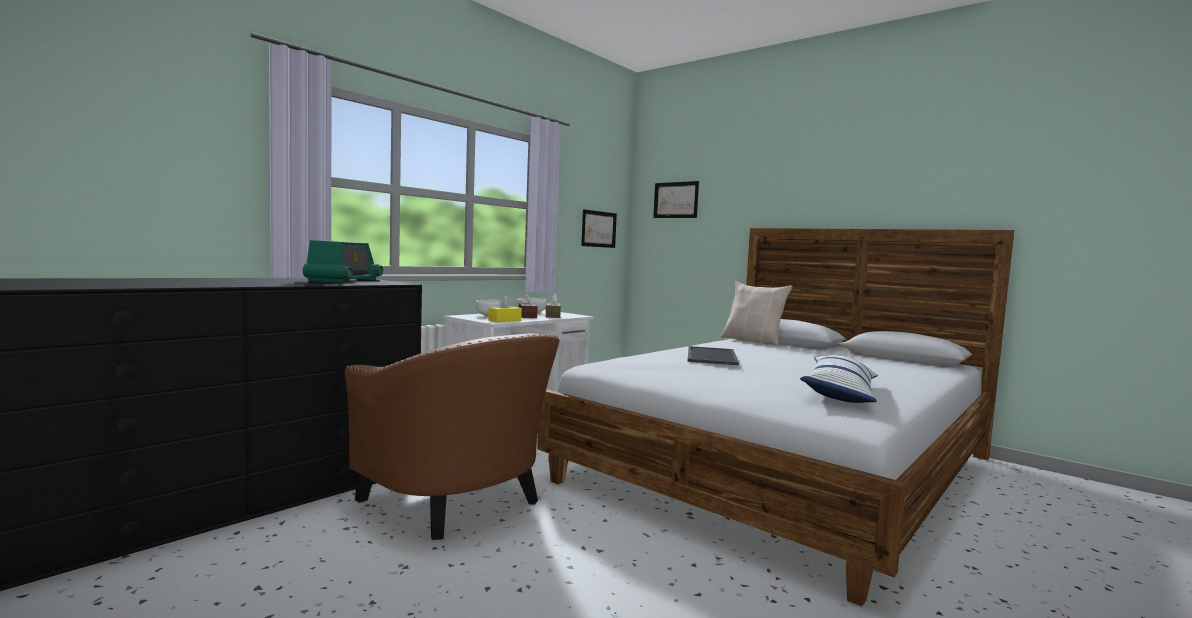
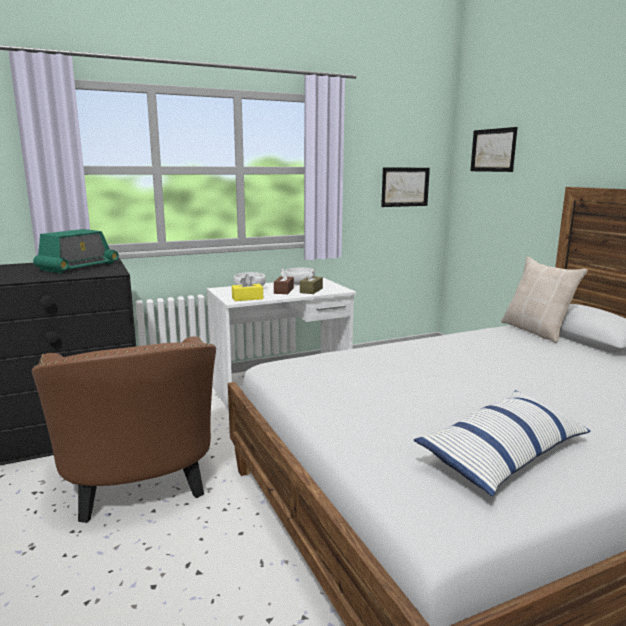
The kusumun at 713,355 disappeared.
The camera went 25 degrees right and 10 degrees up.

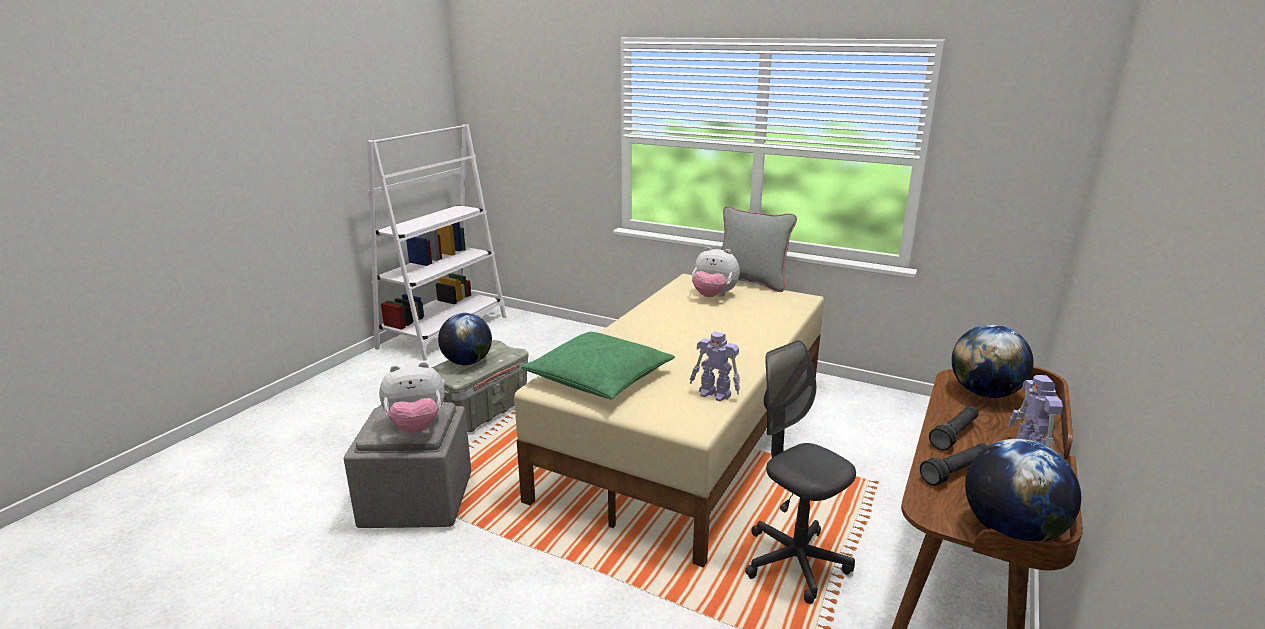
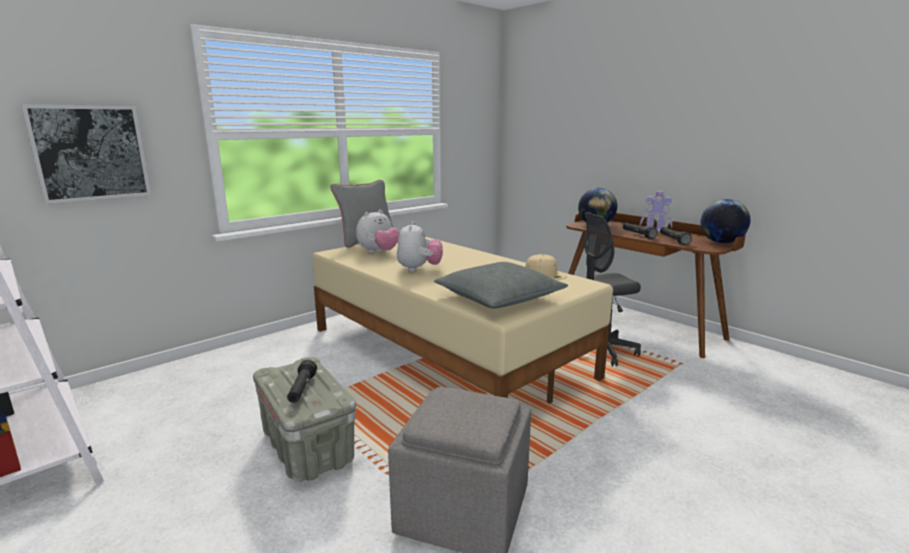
The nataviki at 86,154 appeared.
The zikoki at 465,339 was replaced by the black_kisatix at 302,381.
The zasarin moved from 412,397 to 420,247.
The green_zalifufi at 598,365 became the grey_zalifufi at 501,285.
The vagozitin at 715,366 was replaced by the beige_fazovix at 546,267.
The camera went 70 degrees left and 5 degrees down.

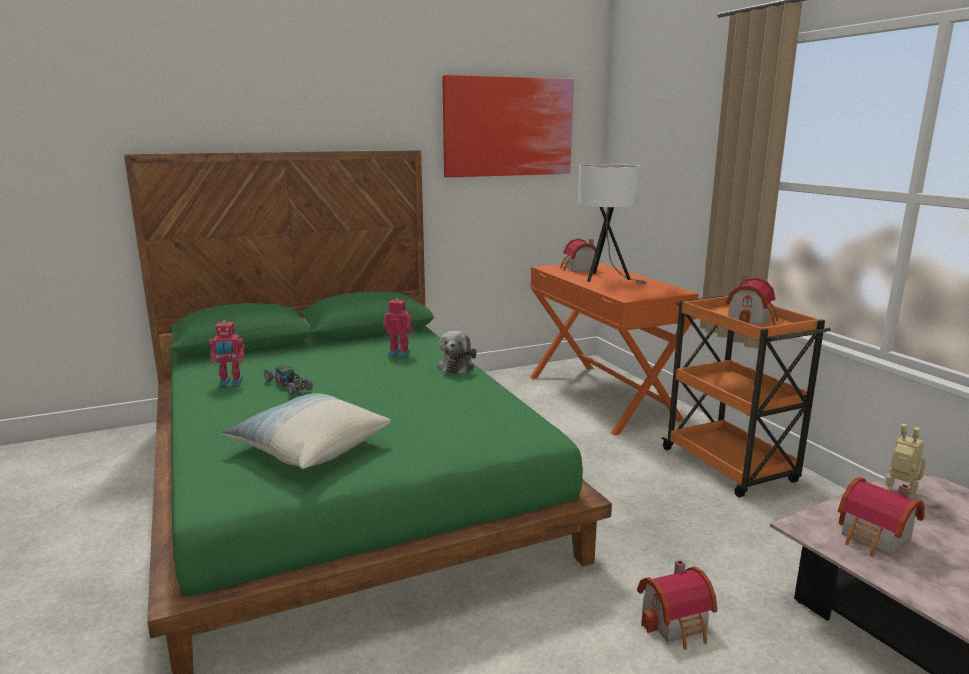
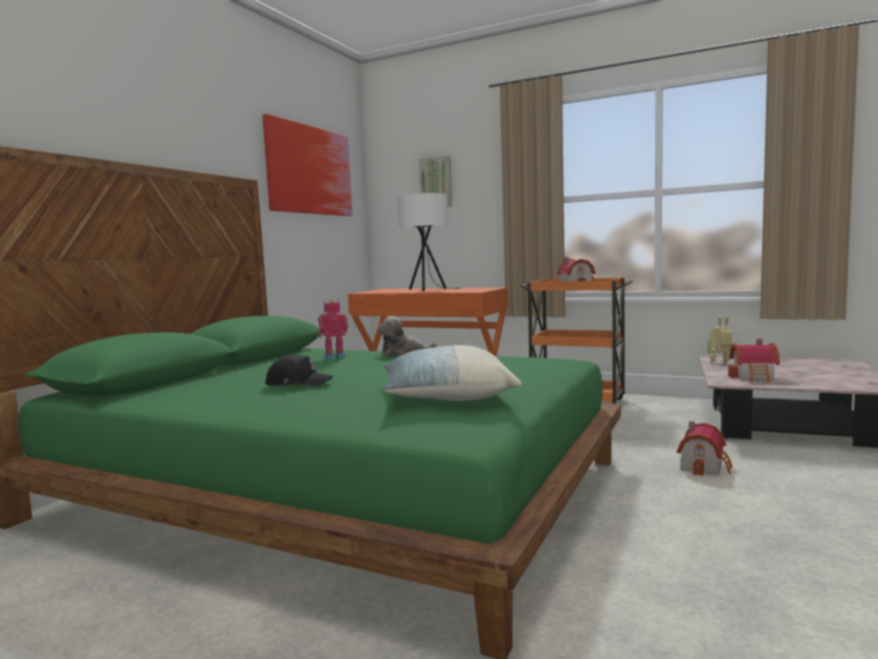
The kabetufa at 288,379 was replaced by the black_fazovix at 299,370.
The zasarin at 456,352 turned 120 degrees clockwise.
The nataviki at 435,181 appeared.
The vagozitin at 227,353 disappeared.
The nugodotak at 578,255 disappeared.
The camera went 40 degrees left and 10 degrees down.

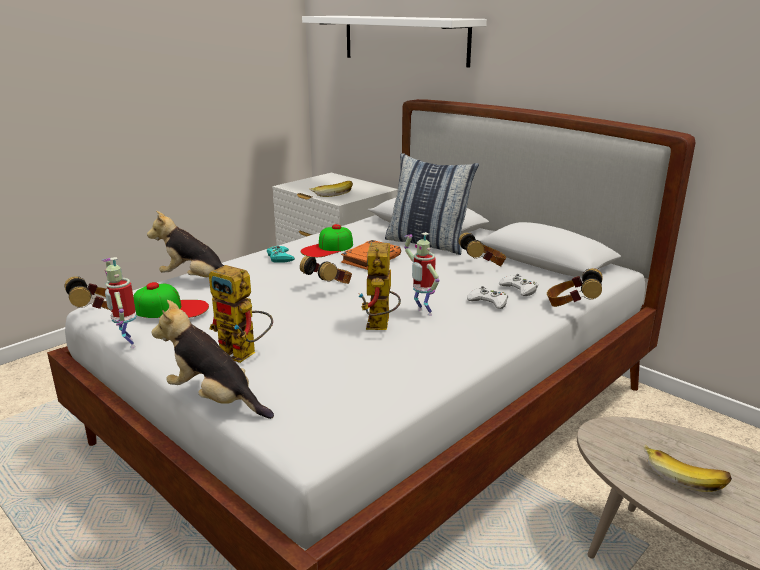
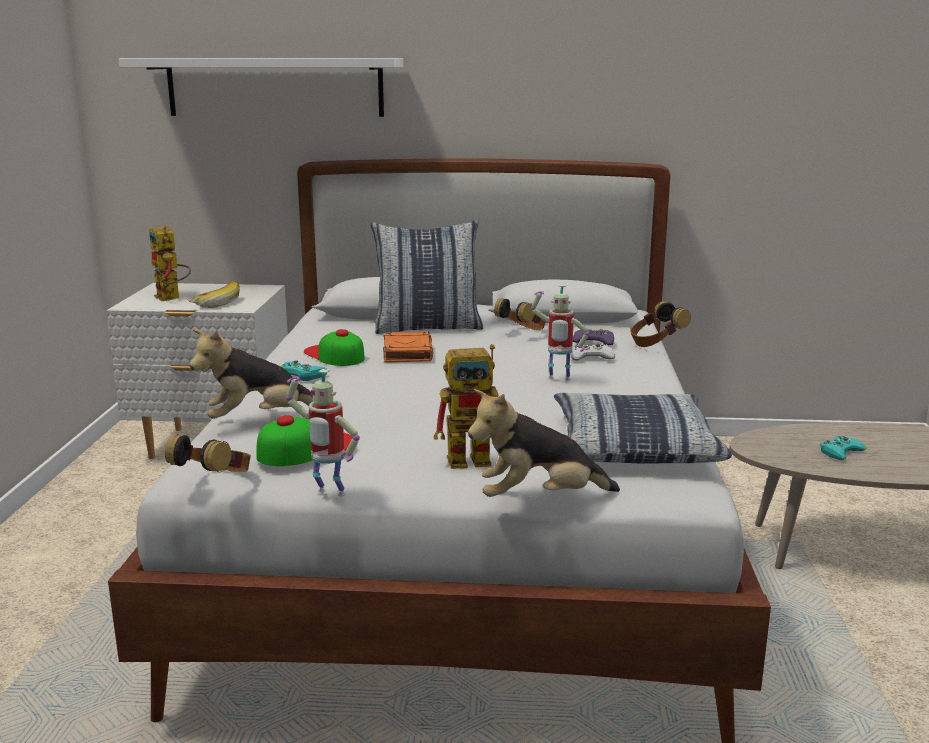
The vagozitin moved from 379,286 to 170,263.
The fazovix at 327,240 turned 135 degrees clockwise.
The zalifufi at 643,428 appeared.
The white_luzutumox at 518,285 became the purple_luzutumox at 593,337.
The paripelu at 687,468 was replaced by the turquoise_luzutumox at 843,448.
The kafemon at 326,270 disappeared.
The camera went 40 degrees left and 5 degrees down.

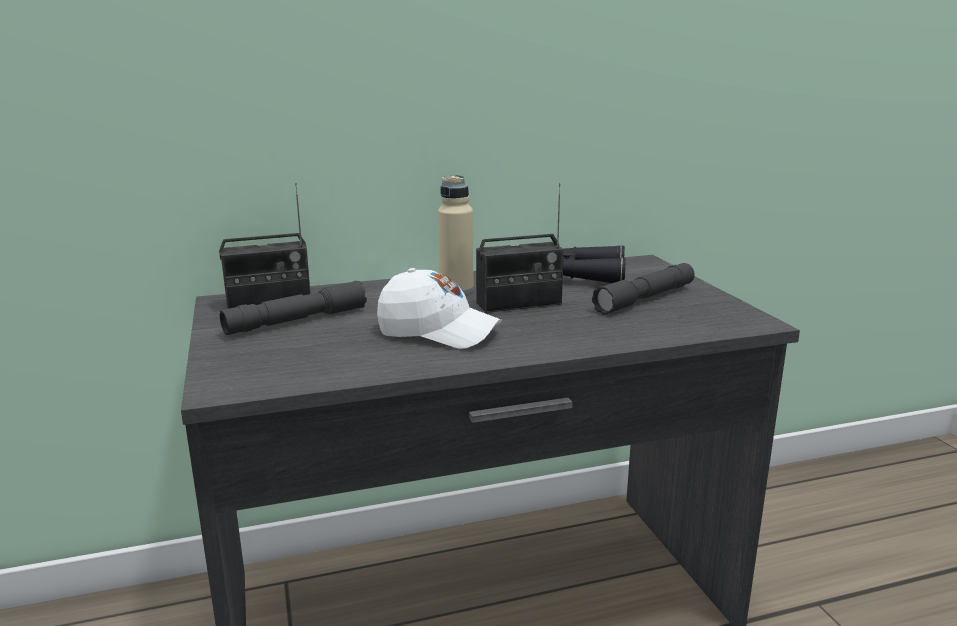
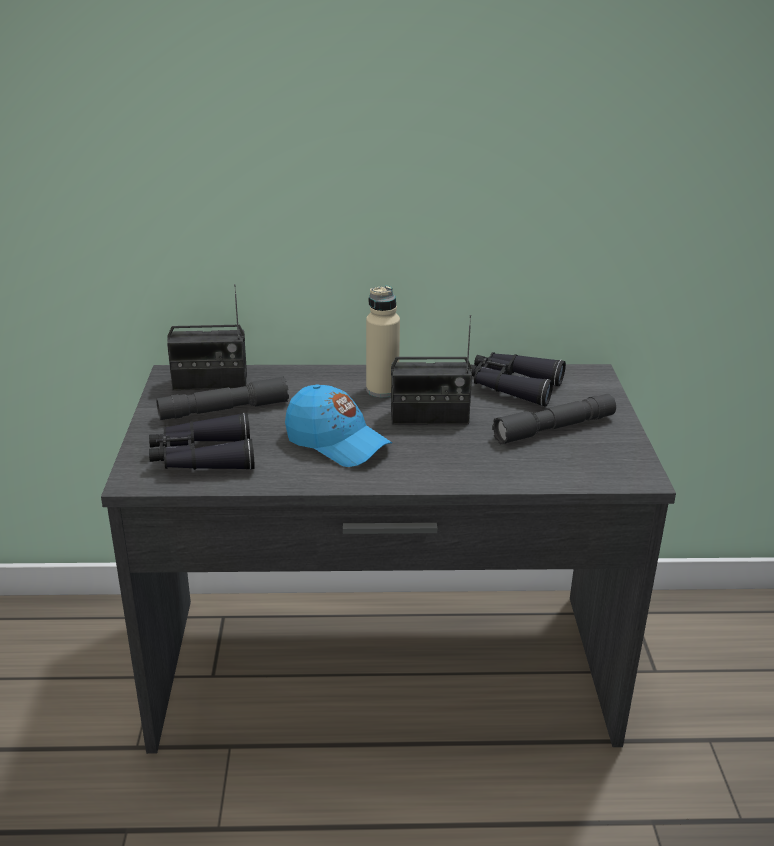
The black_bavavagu at 201,441 appeared.
The white_fazovix at 439,308 became the blue_fazovix at 338,425.
The camera went 15 degrees right and 10 degrees up.

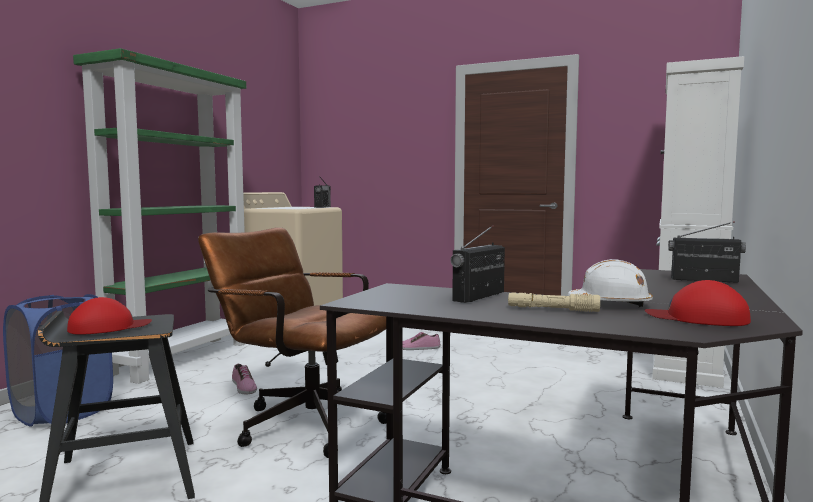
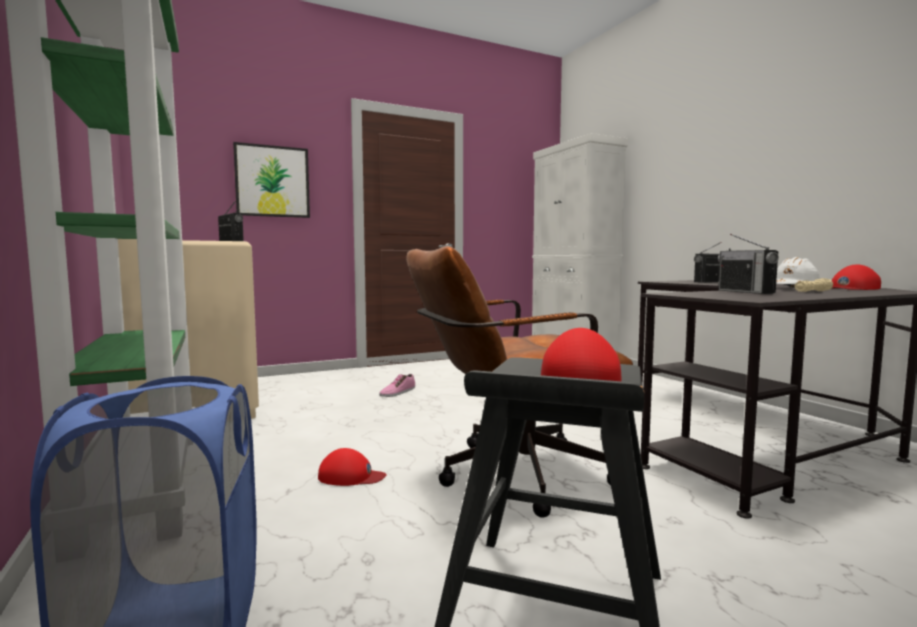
The nataviki at 271,180 appeared.
The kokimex at 244,379 was replaced by the red_fazovix at 352,467.
The camera went 50 degrees left and 0 degrees up.

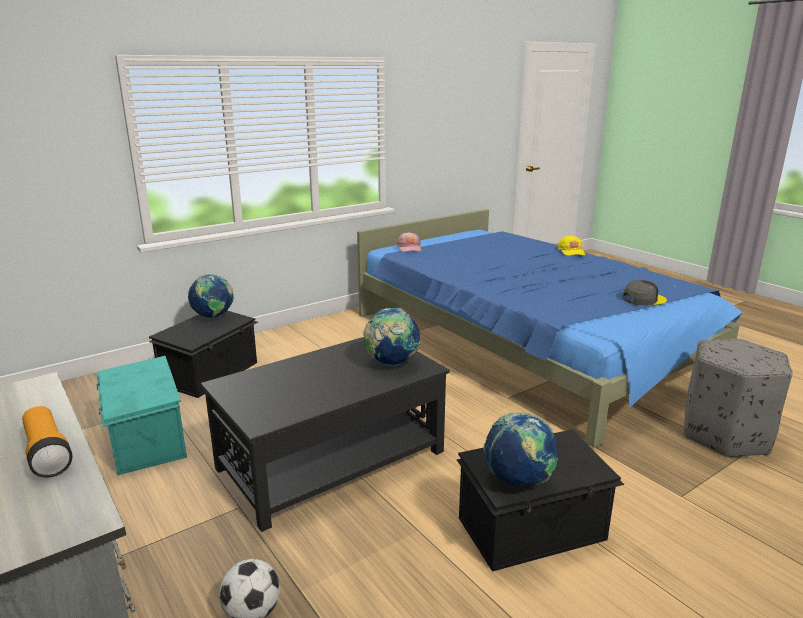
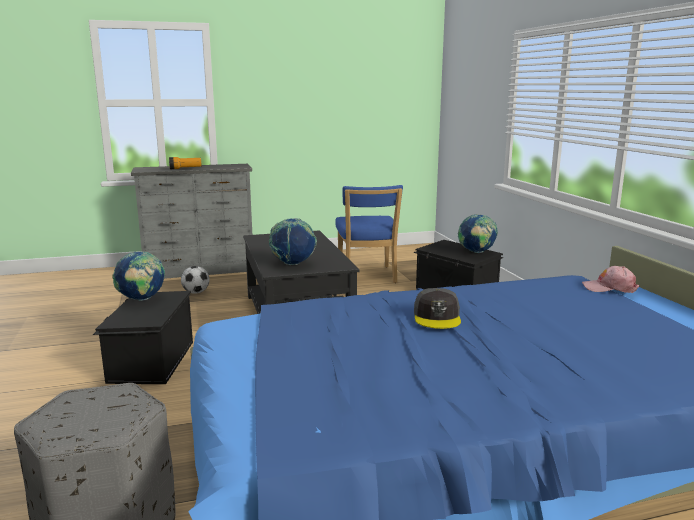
The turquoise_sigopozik at 141,415 was replaced by the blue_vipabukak at 369,234.
The grey_fazovix moved from 644,293 to 437,308.
The yellow_fazovix at 571,245 disappeared.
The camera went 110 degrees right and 5 degrees down.

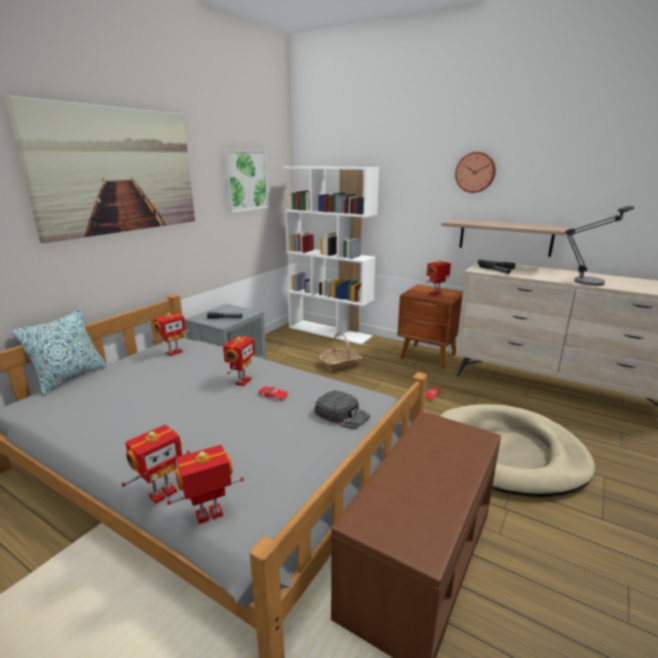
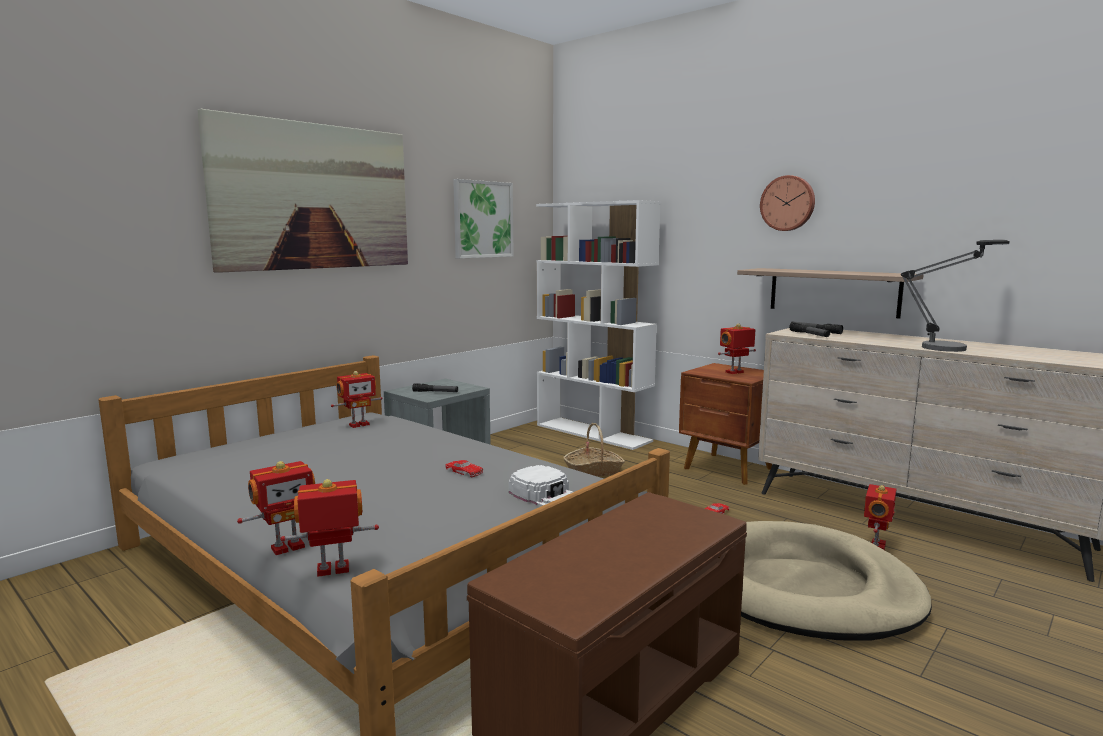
The black_fazovix at 342,409 became the white_fazovix at 541,486.
The vagozitin moved from 239,361 to 880,517.
The zalifufi at 59,352 disappeared.
The camera went 10 degrees right and 10 degrees down.

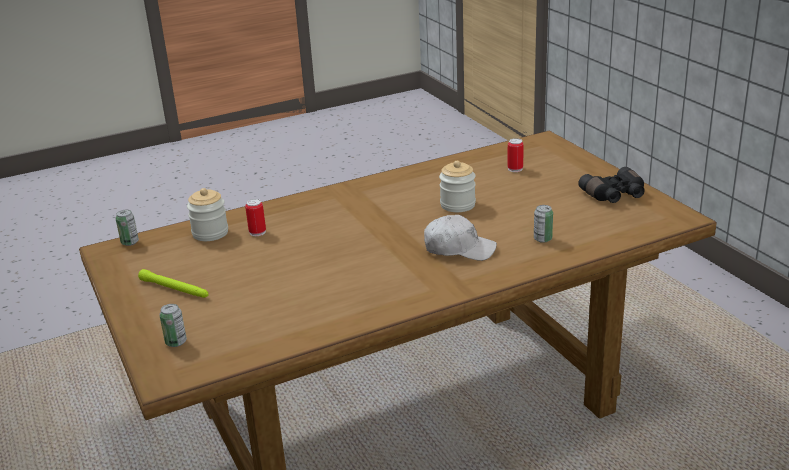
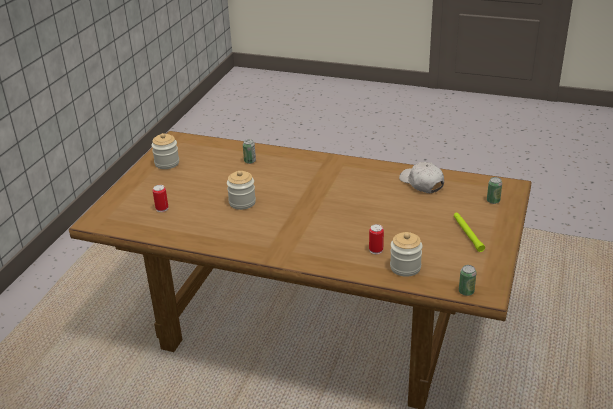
The black_bavavagu at 611,185 was replaced by the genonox at 165,151.
The white_fazovix moved from 460,238 to 421,177.
The camera went 135 degrees left and 5 degrees up.

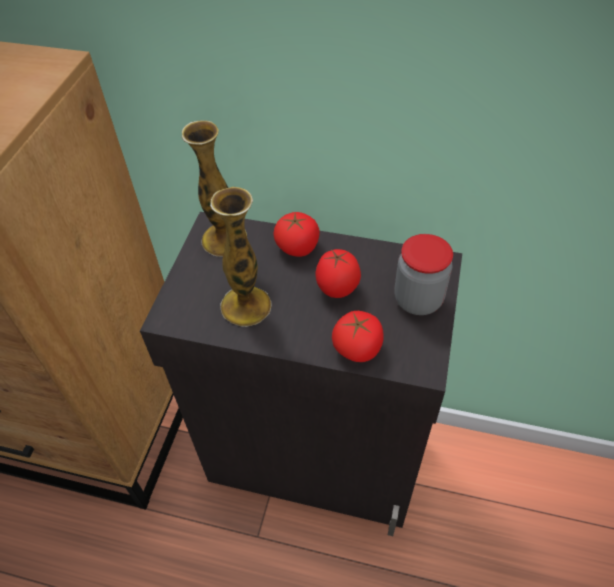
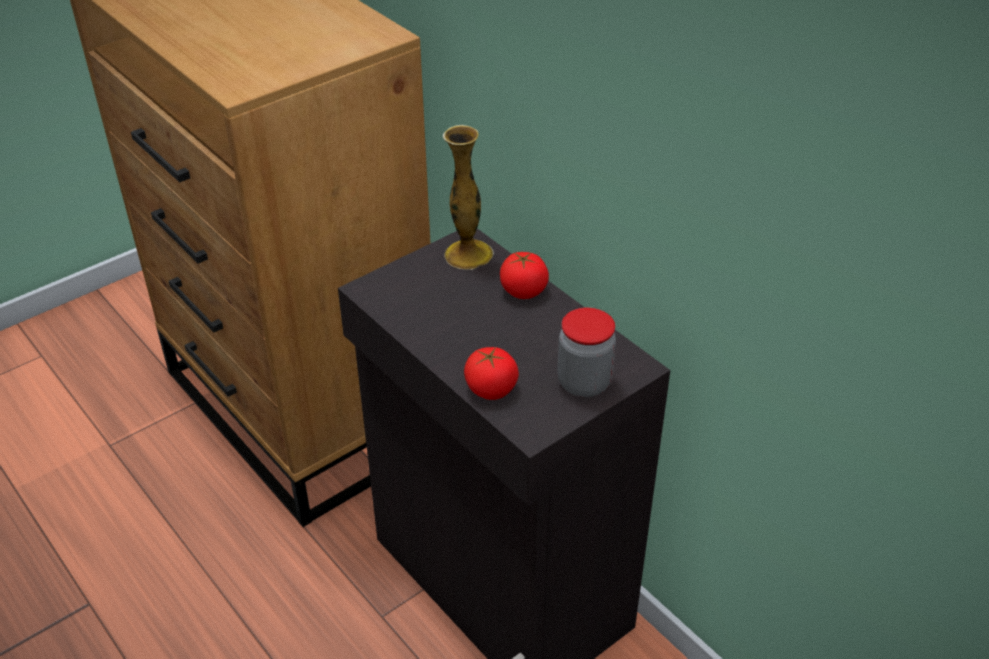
The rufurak at 241,257 disappeared.
The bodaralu at 338,273 disappeared.
The camera went 35 degrees right and 10 degrees down.

